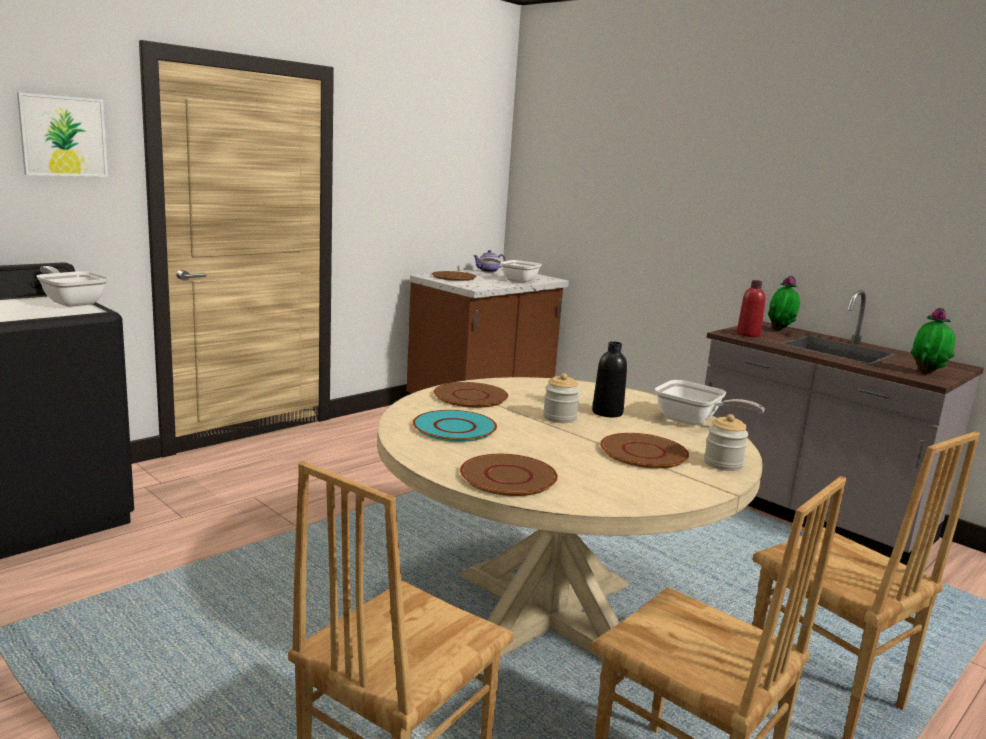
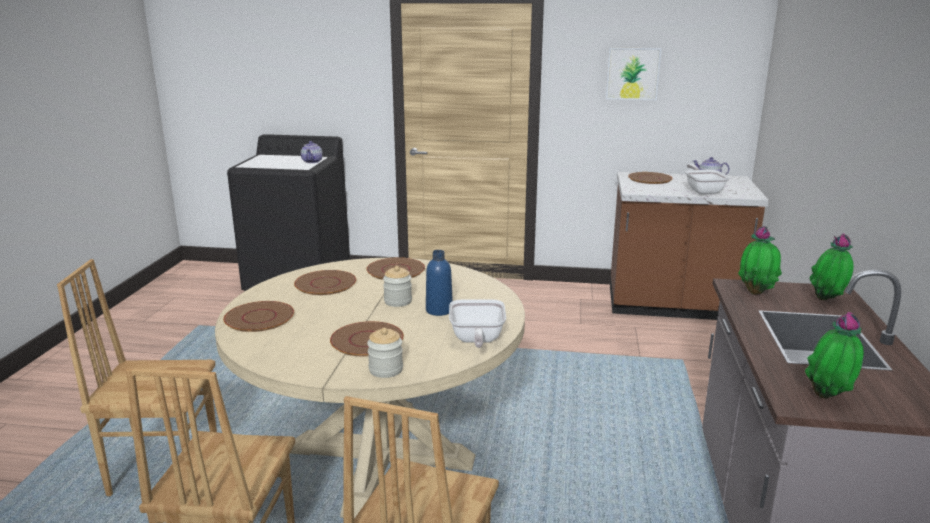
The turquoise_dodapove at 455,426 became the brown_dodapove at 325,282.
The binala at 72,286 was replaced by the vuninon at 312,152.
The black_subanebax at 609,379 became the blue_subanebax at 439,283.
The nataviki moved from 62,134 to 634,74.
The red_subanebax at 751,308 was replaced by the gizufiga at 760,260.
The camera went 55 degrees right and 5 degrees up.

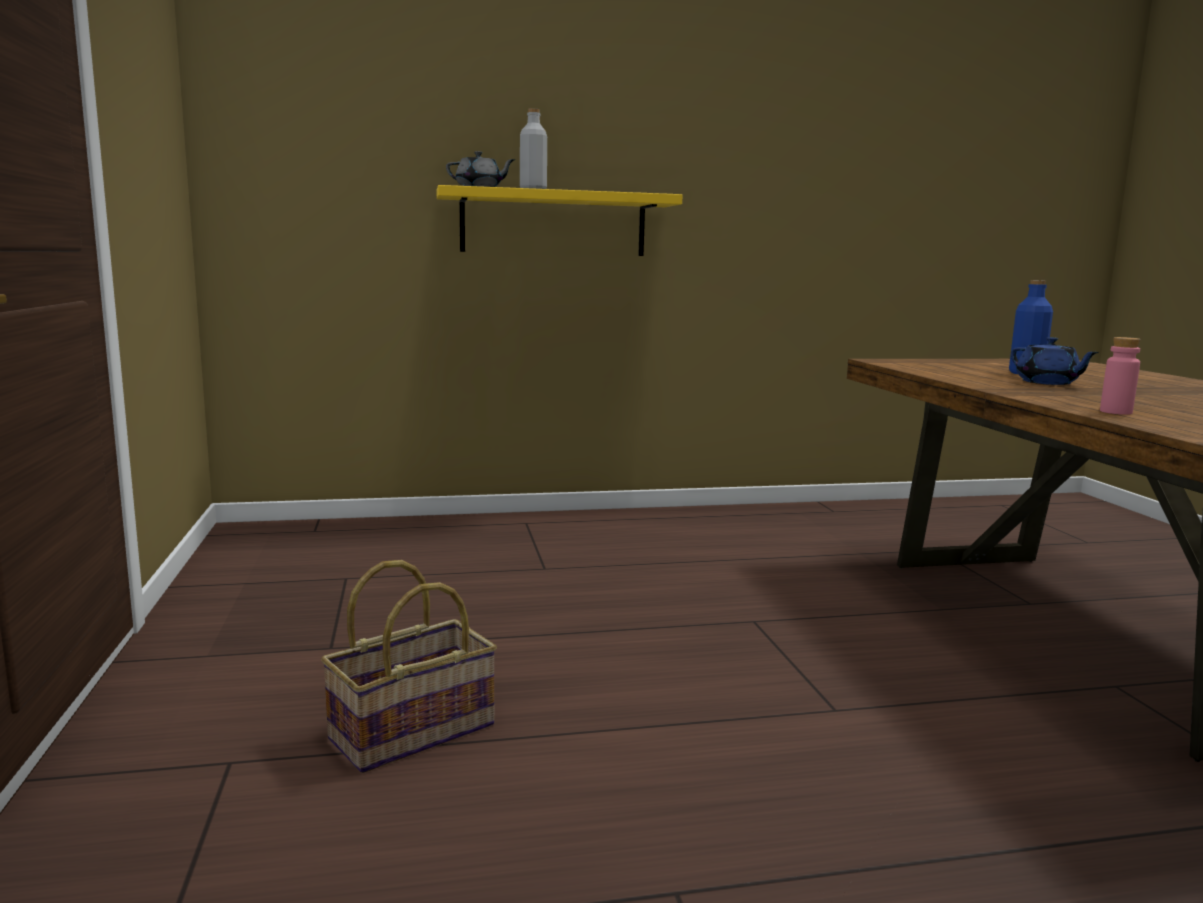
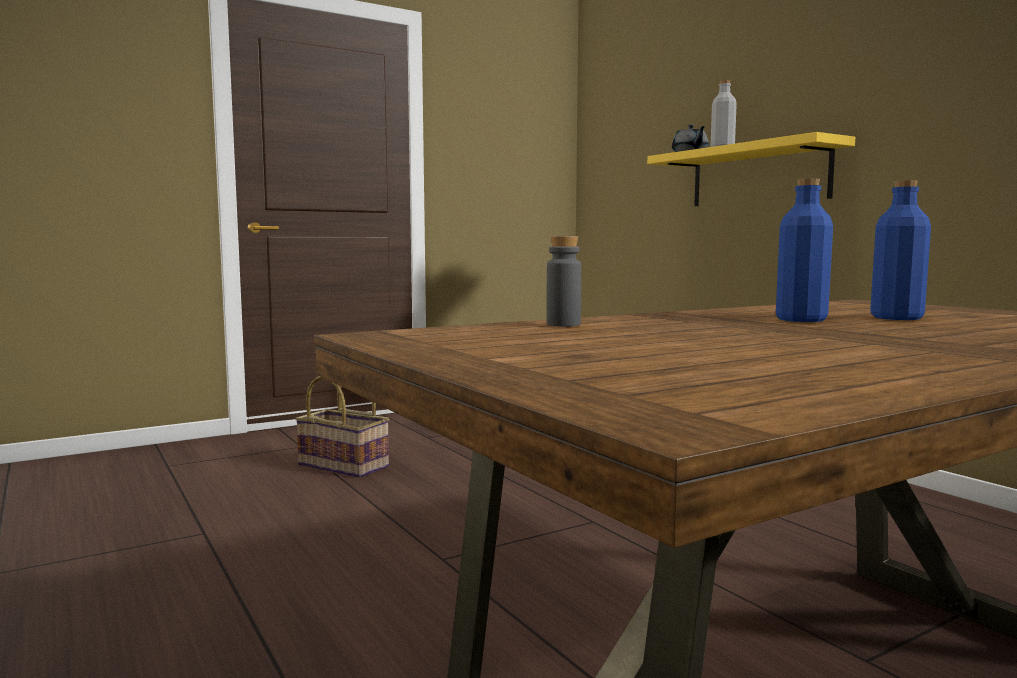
The pink_subanebax at 1120,376 became the grey_subanebax at 563,281.
The blue_vuninon at 1055,361 was replaced by the blue_subanebax at 804,250.
The camera went 70 degrees right and 5 degrees down.

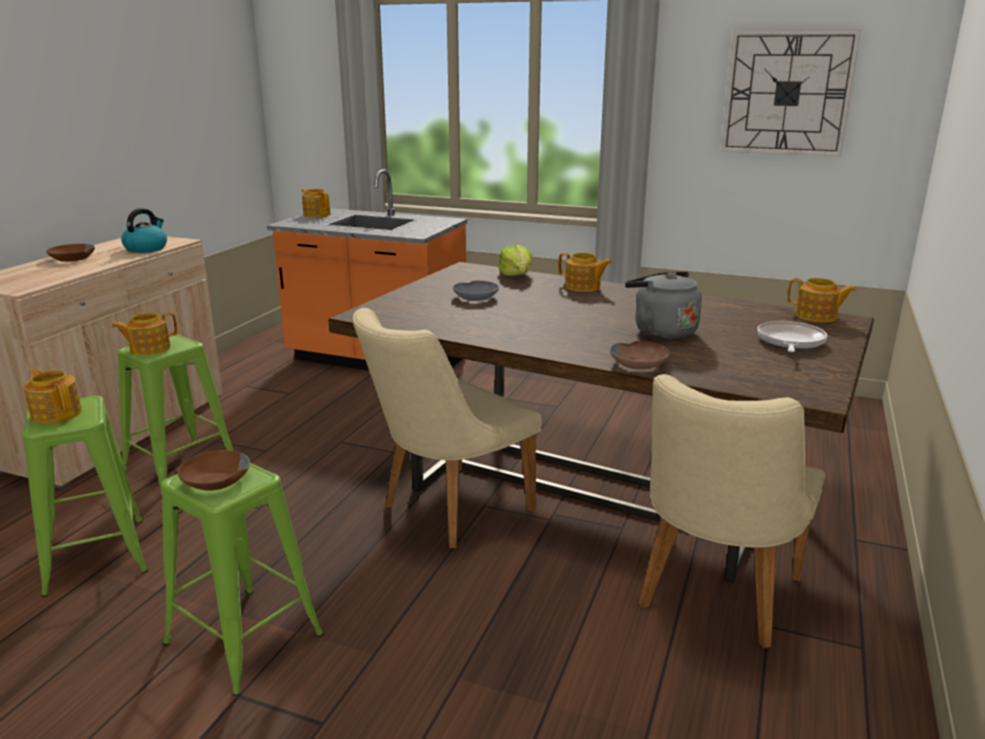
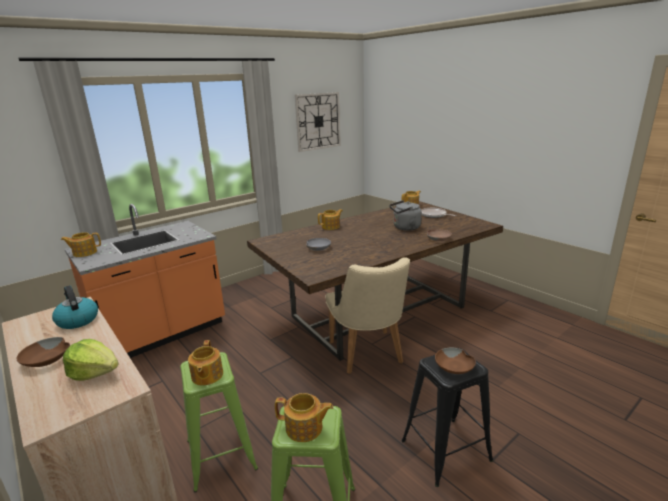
The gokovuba moved from 515,260 to 91,360.
The vuninon at 53,396 turned 150 degrees counterclockwise.
The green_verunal at 242,580 became the black_verunal at 447,417.
The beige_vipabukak at 731,511 disappeared.
The camera went 60 degrees left and 0 degrees up.

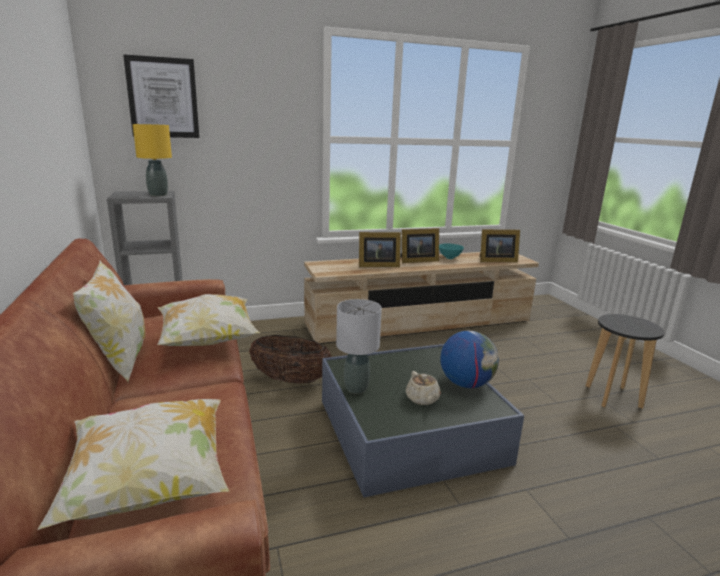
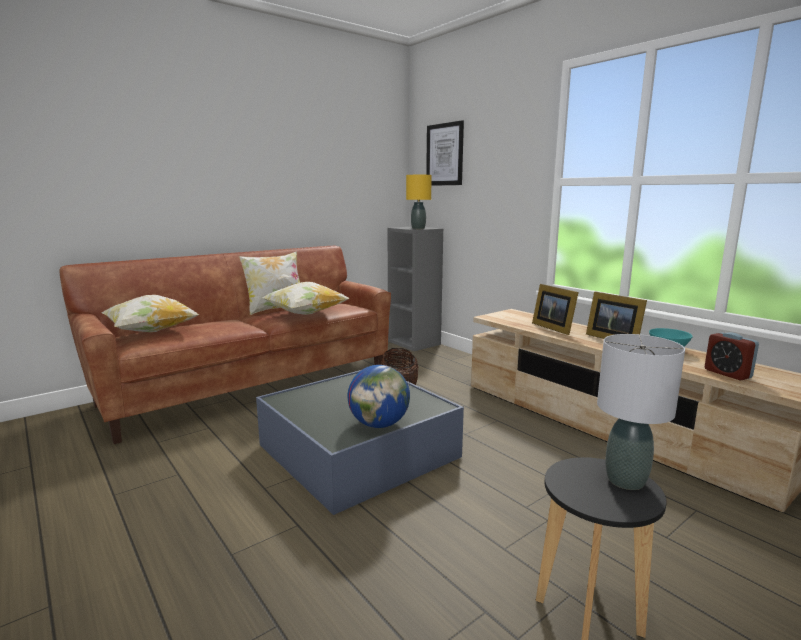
The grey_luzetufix moved from 359,346 to 641,412.
The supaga at 500,245 was replaced by the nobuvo at 732,356.
The beige_vuninon at 423,388 disappeared.
The camera went 70 degrees right and 5 degrees down.

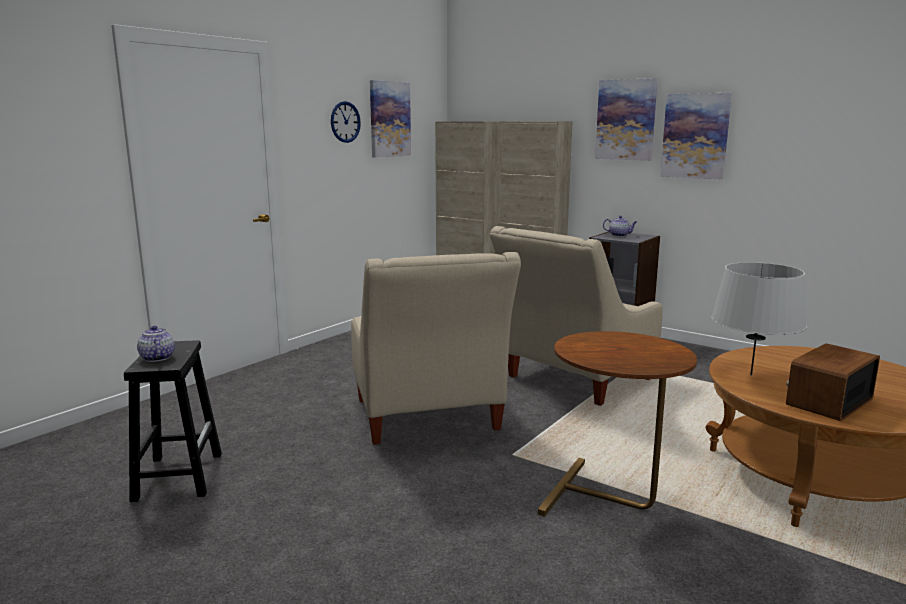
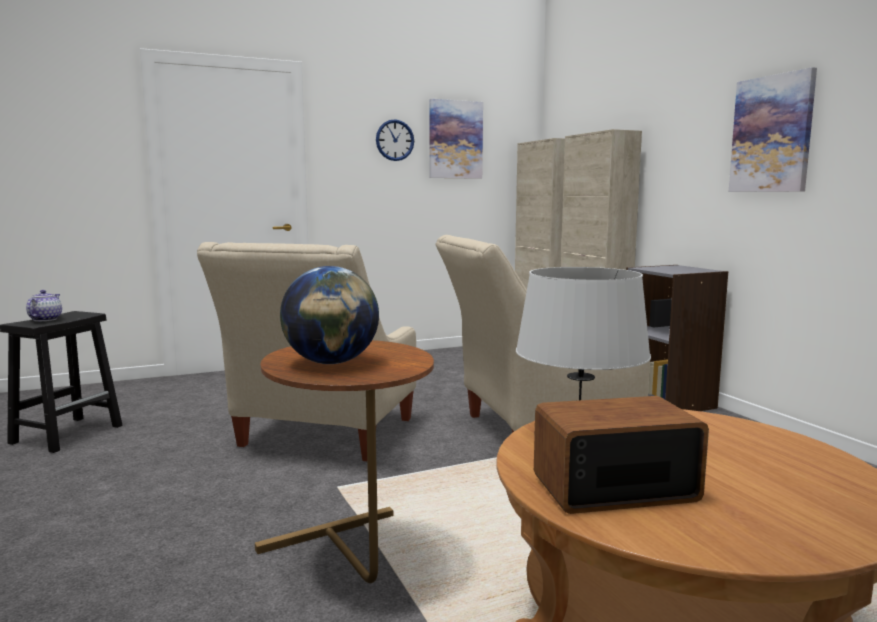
The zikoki at 329,315 appeared.
The nataviki at 626,119 disappeared.
The vuninon at 620,226 disappeared.
The camera went 30 degrees right and 5 degrees down.

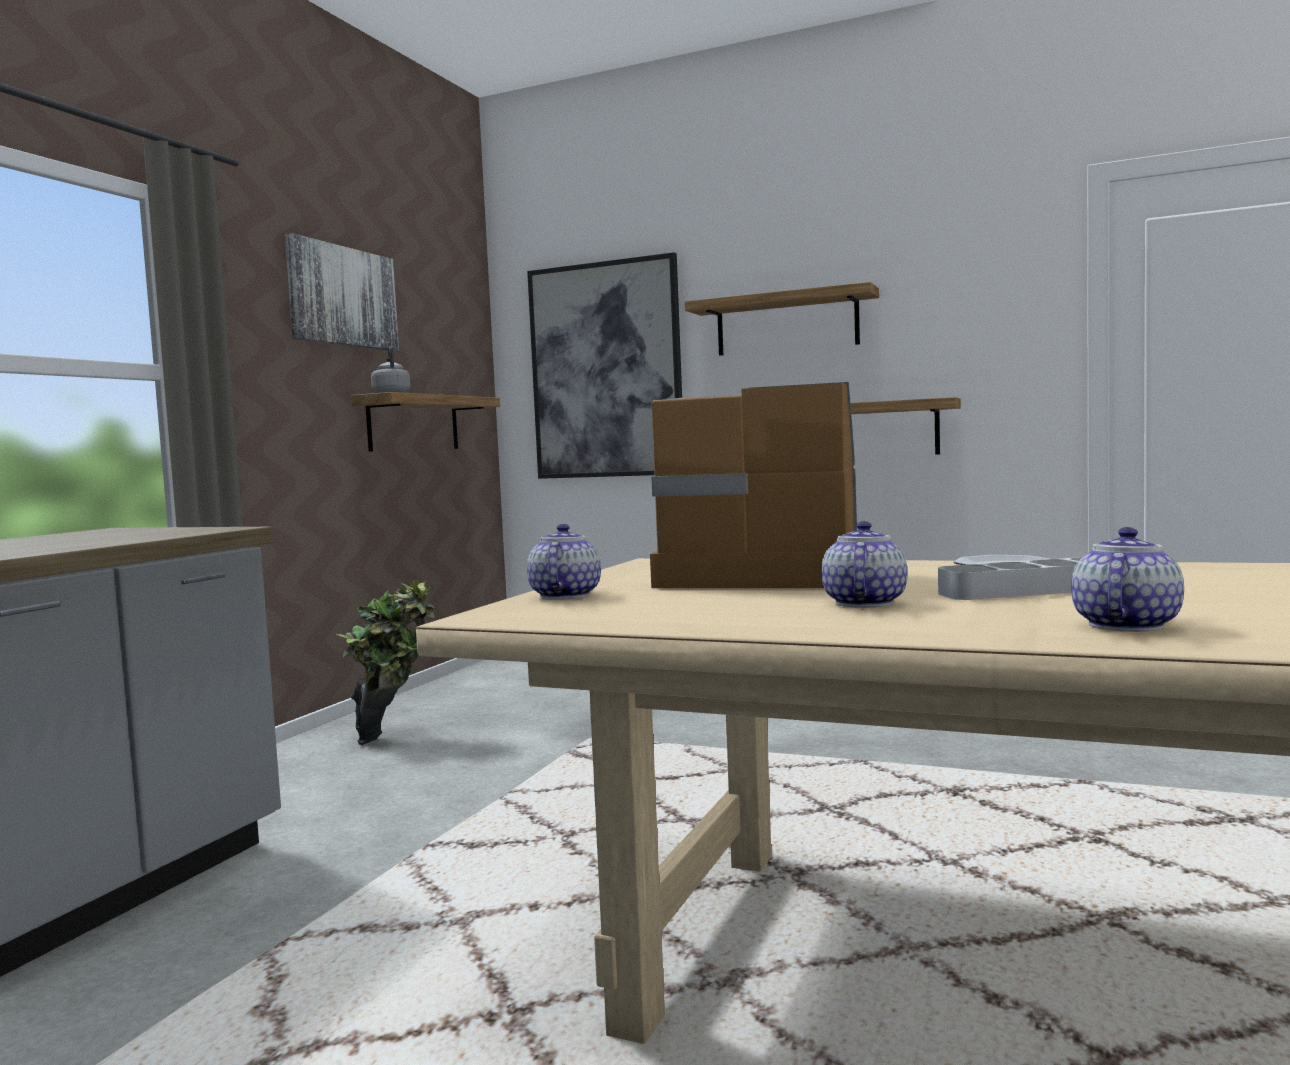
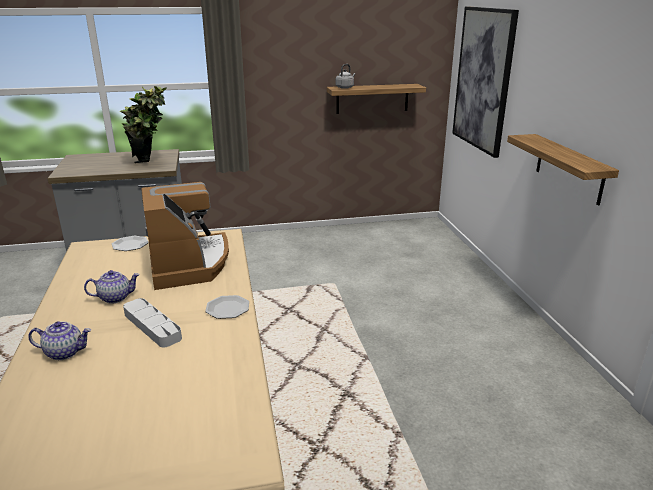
The vuninon at 564,562 was replaced by the dodapove at 130,243.
The gizufiga moved from 386,662 to 143,124.
The nataviki at 342,292 disappeared.
The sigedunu at 782,319 disappeared.
The camera went 55 degrees right and 20 degrees up.

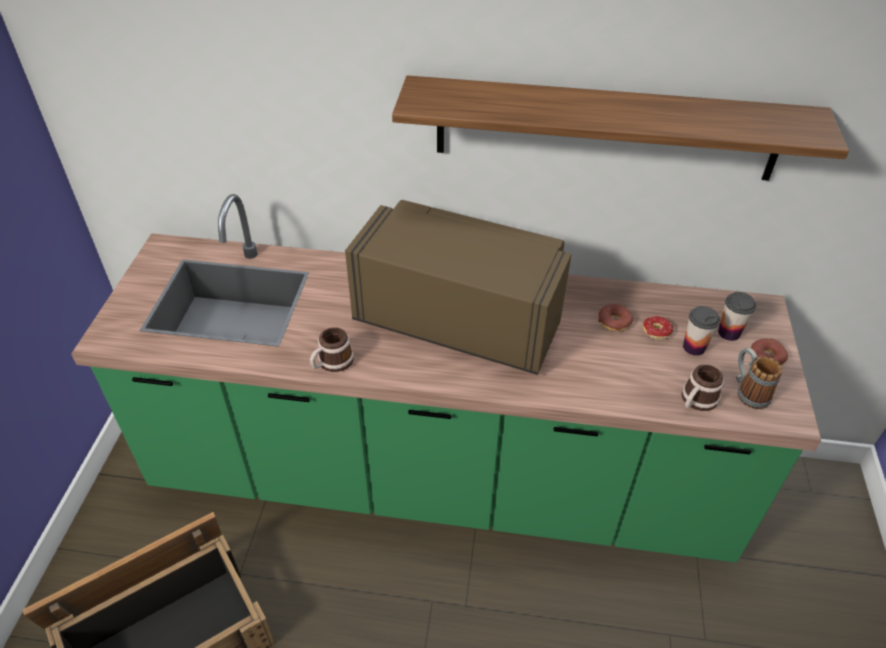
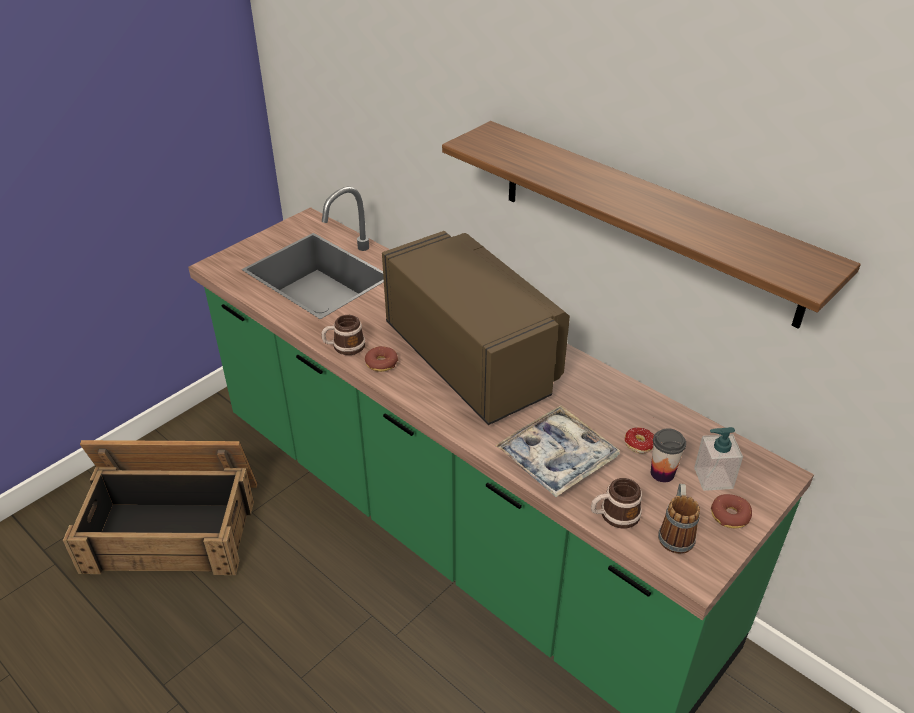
The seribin moved from 615,317 to 381,359.
The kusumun at 558,451 appeared.
The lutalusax at 737,316 was replaced by the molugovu at 718,459.
The camera went 35 degrees right and 5 degrees down.

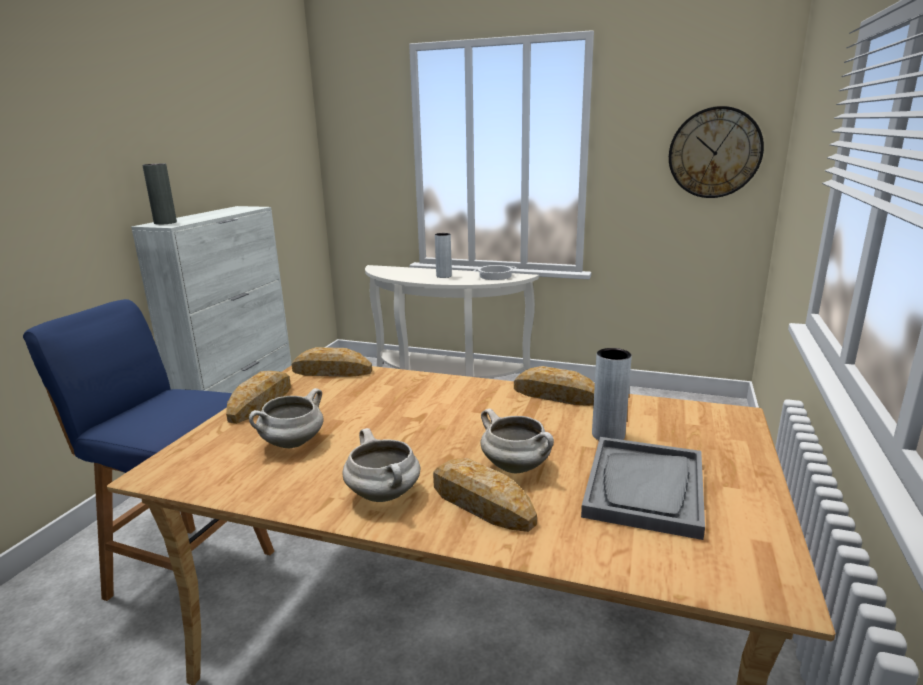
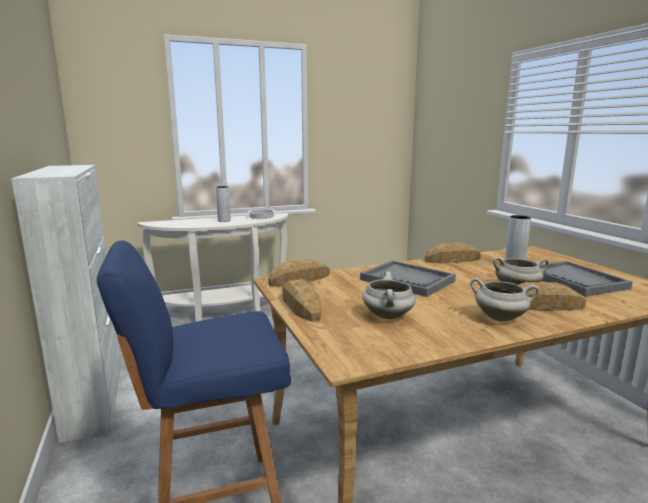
The grey_kusumun at 408,278 appeared.
The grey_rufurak at 159,194 disappeared.
The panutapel at 716,152 disappeared.
The camera went 40 degrees left and 5 degrees down.

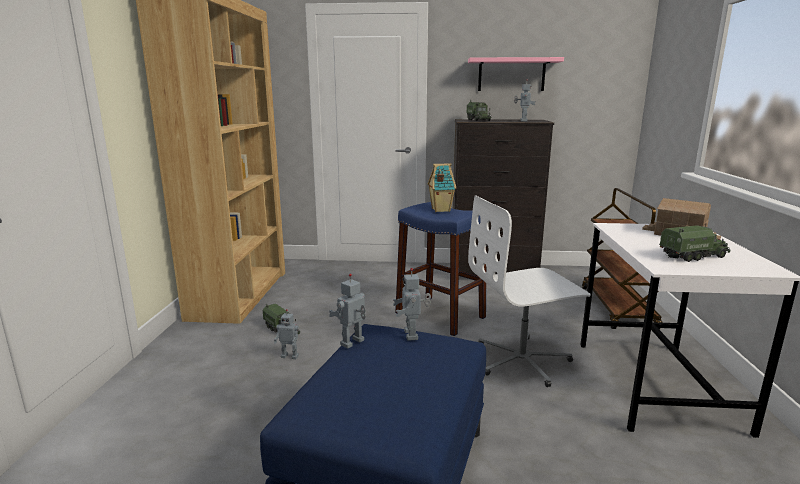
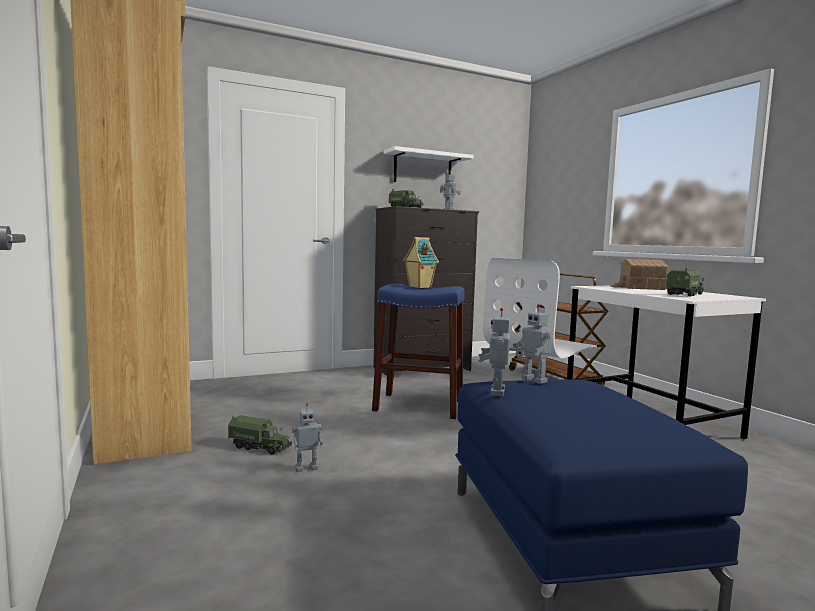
The pink_sigedunu at 516,74 became the white_sigedunu at 429,164.
The camera went 30 degrees left and 10 degrees down.

